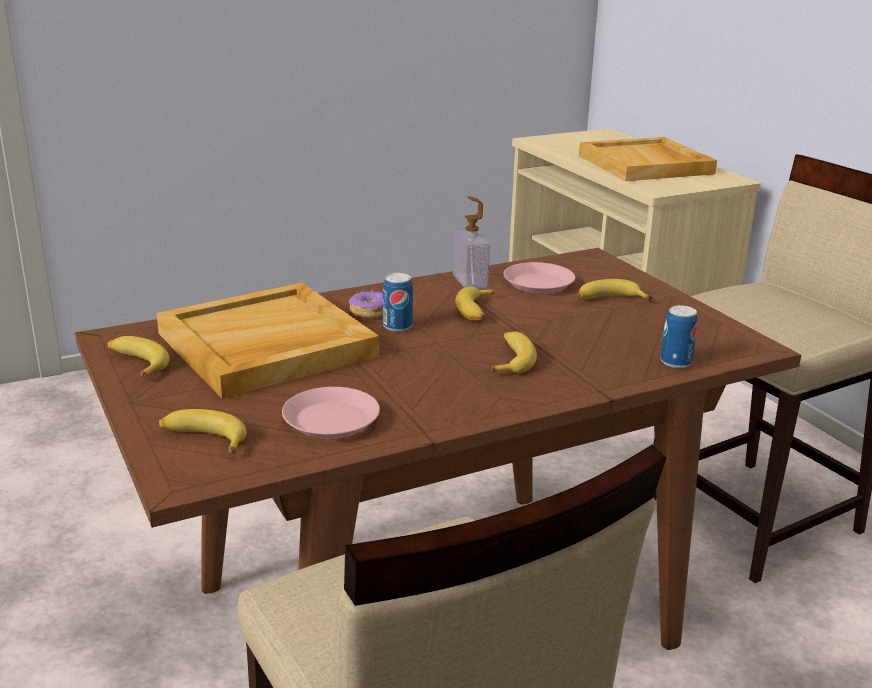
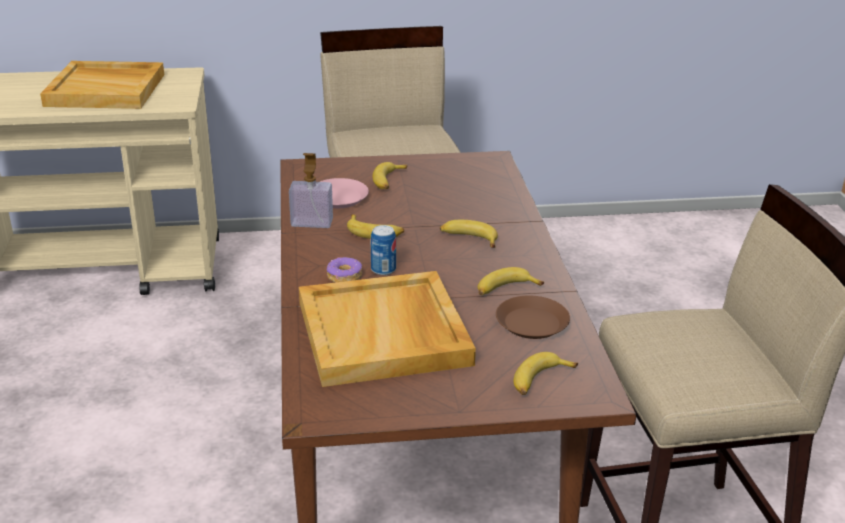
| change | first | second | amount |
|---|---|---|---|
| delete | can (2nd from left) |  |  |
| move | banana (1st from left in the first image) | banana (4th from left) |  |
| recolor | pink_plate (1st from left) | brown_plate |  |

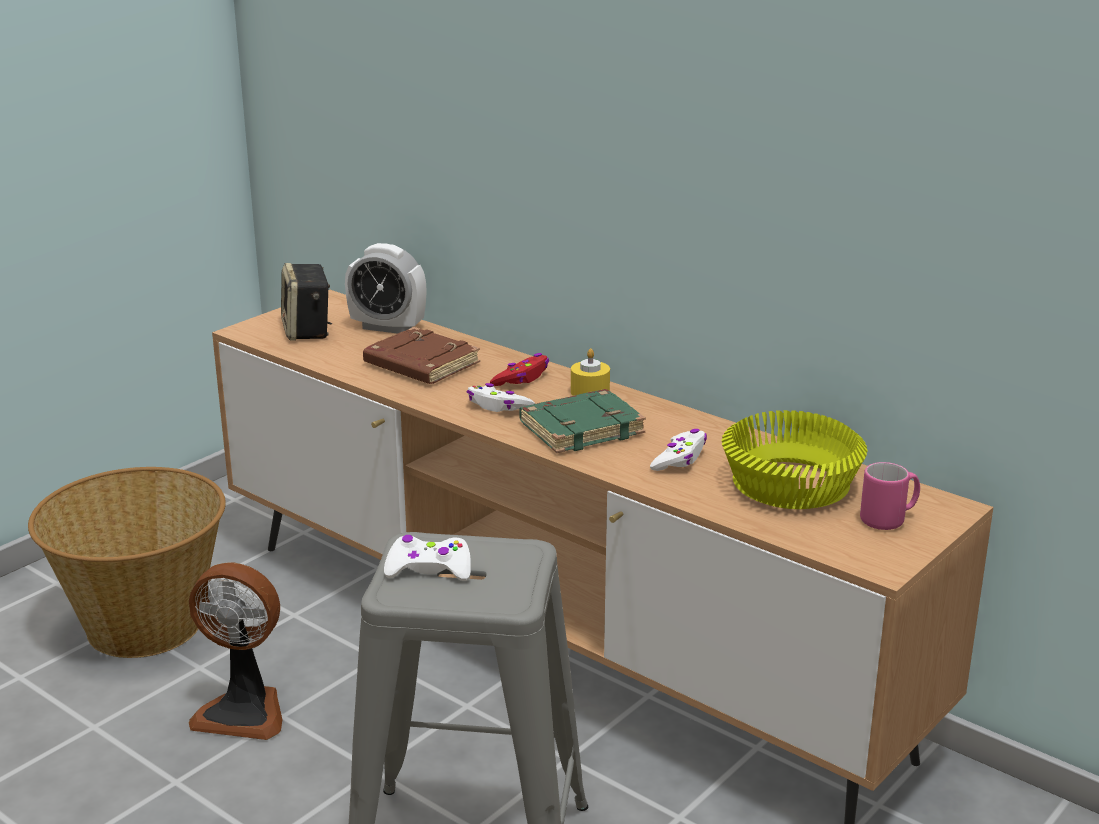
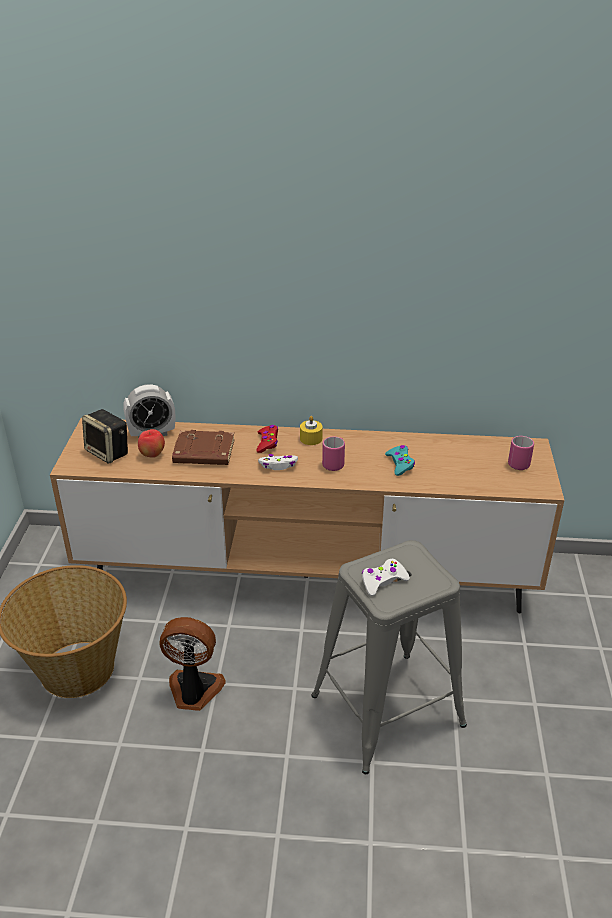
| change | first | second | amount |
|---|---|---|---|
| delete | yellow_bowl |  |  |
| insert |  | apple |  |
| replace | green_book | pink_mug (1st from left) |  |
| recolor | white_game_controller (3rd from left) | turquoise_game_controller |  |
| rotate | fan |  | 150 degrees counterclockwise |

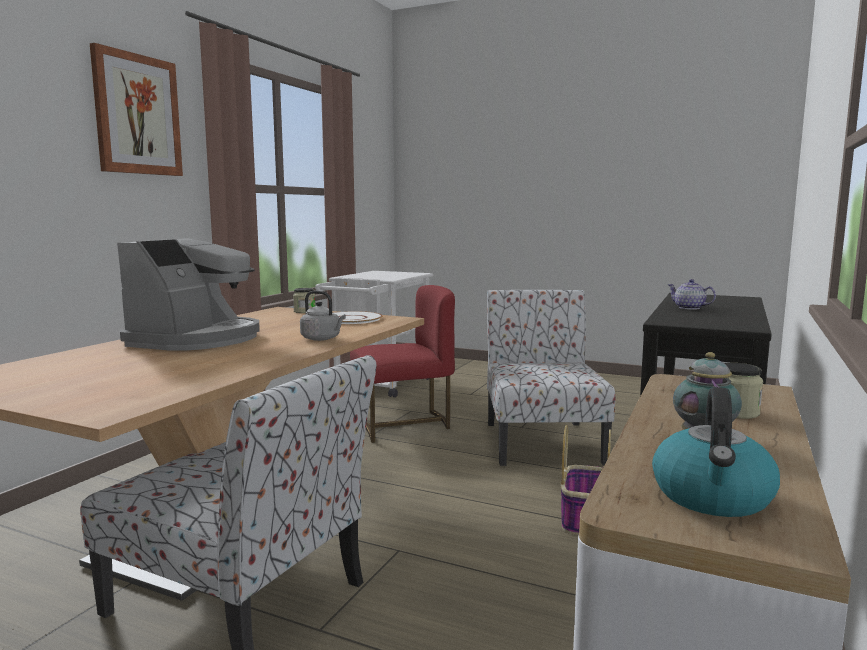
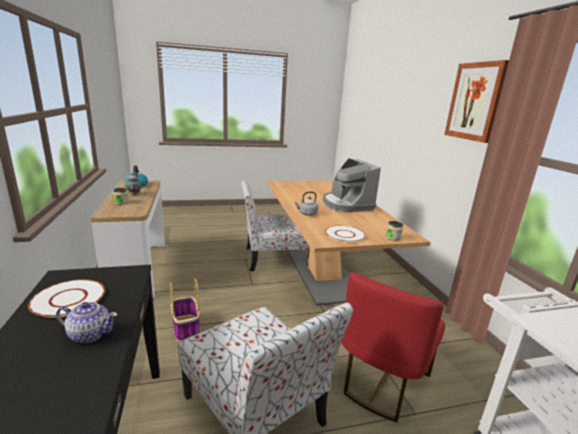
| change | first | second | amount |
|---|---|---|---|
| insert |  | white_plate (1st from left) |  |

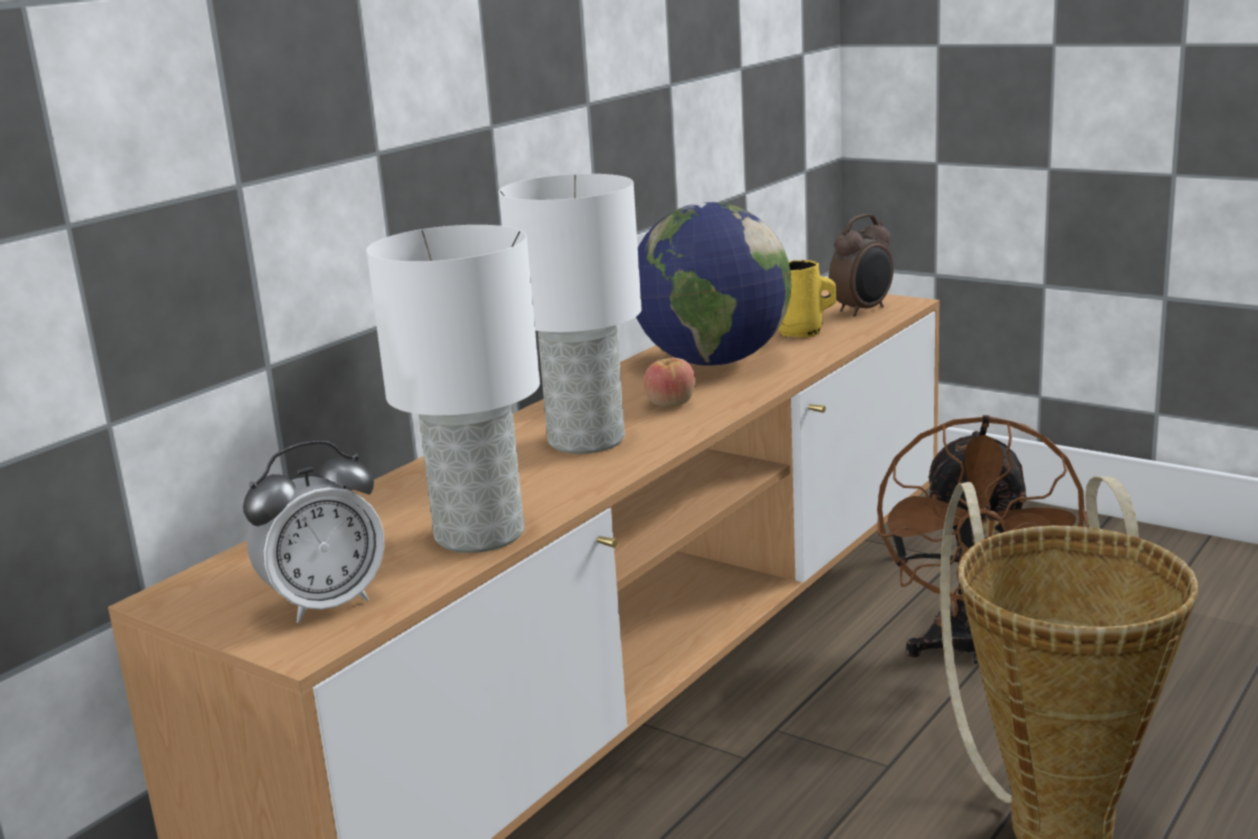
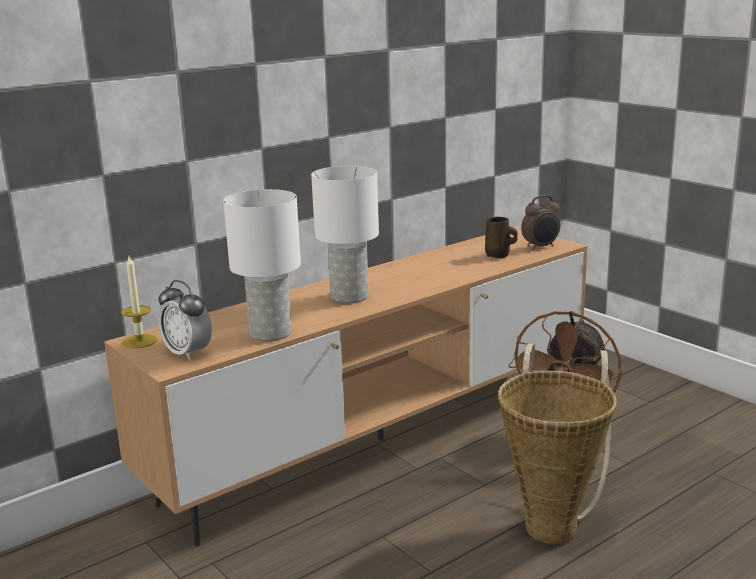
| change | first | second | amount |
|---|---|---|---|
| delete | globe |  |  |
| delete | apple |  |  |
| insert |  | candle |  |
| recolor | yellow_mug | brown_mug |  |
| rotate | alarm_clock (1st from left) |  | 60 degrees clockwise |

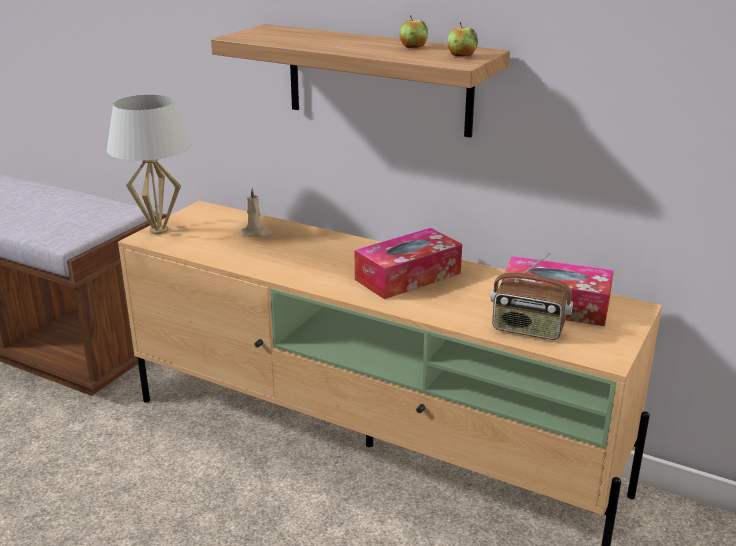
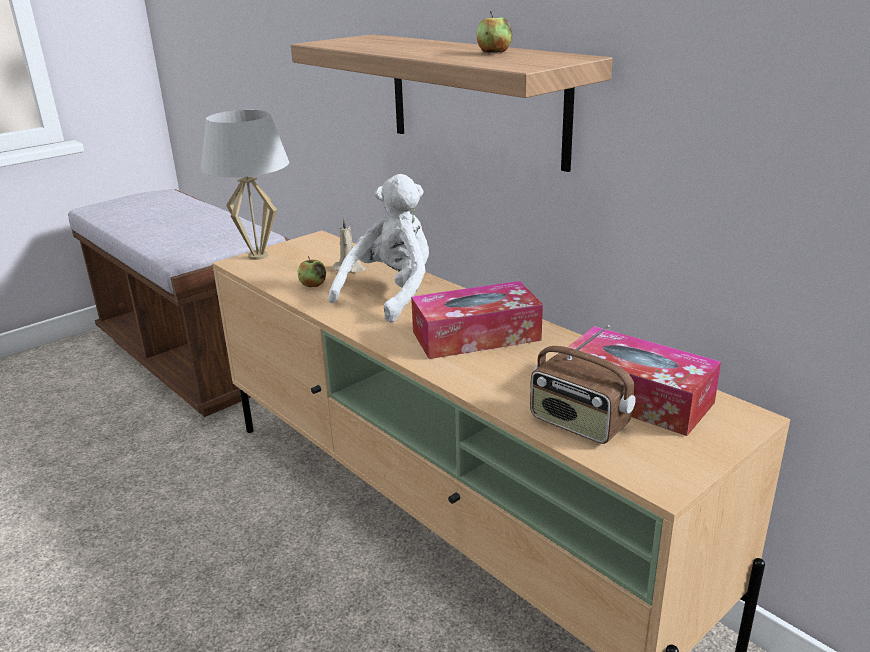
| change | first | second | amount |
|---|---|---|---|
| insert |  | white_plush_toy |  |
| move | apple (2nd from left in the first image) | apple (1st from left) |  |

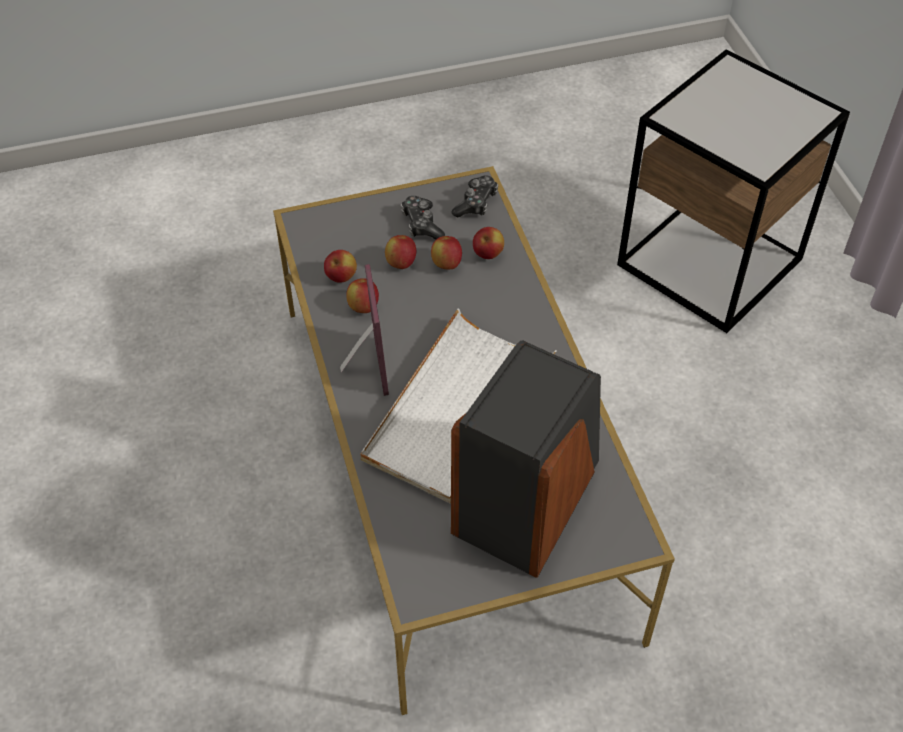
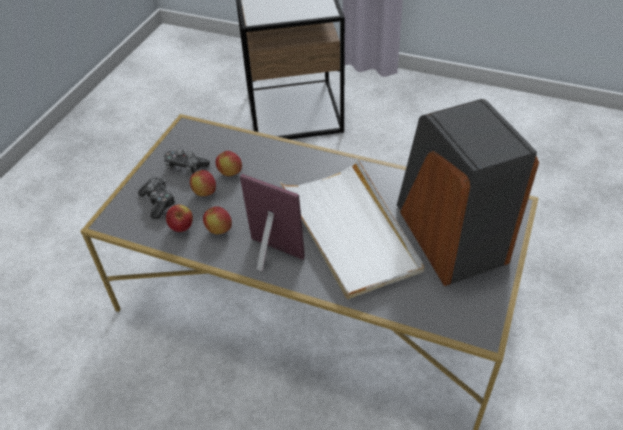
| change | first | second | amount |
|---|---|---|---|
| delete | apple (5th from left) |  |  |
| move | game_controller (2nd from left in the first image) | game_controller (1st from left) |  |

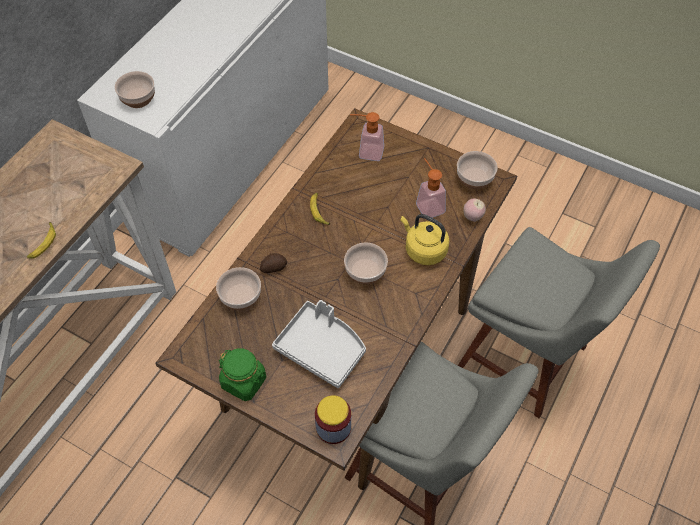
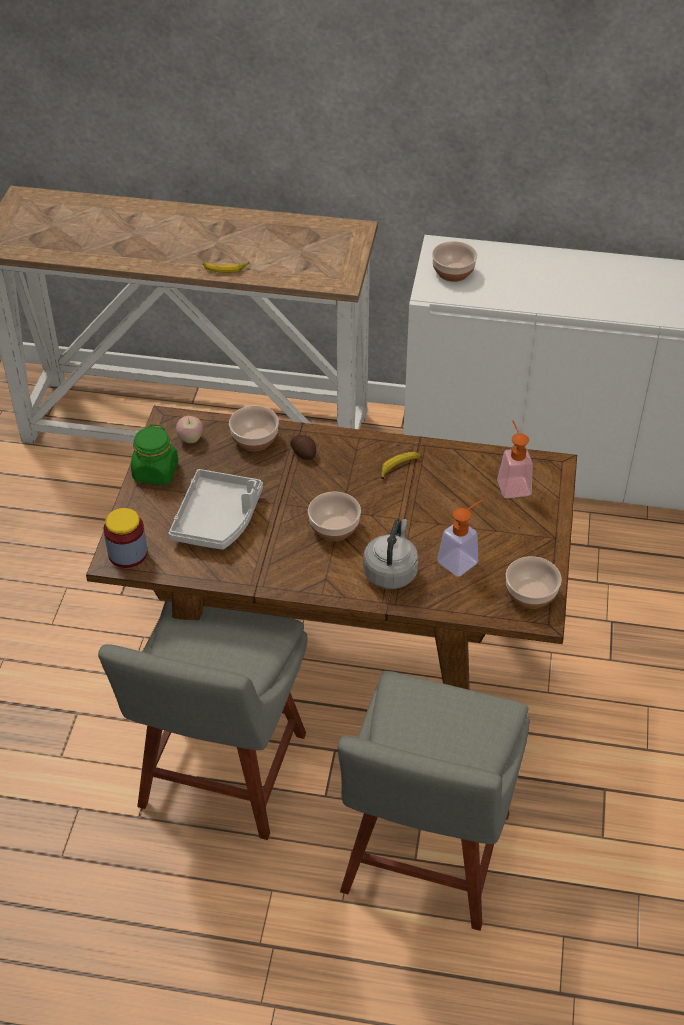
| change | first | second | amount |
|---|---|---|---|
| move | apple |  |  |
| recolor | yellow_kettle | grey_kettle |  |

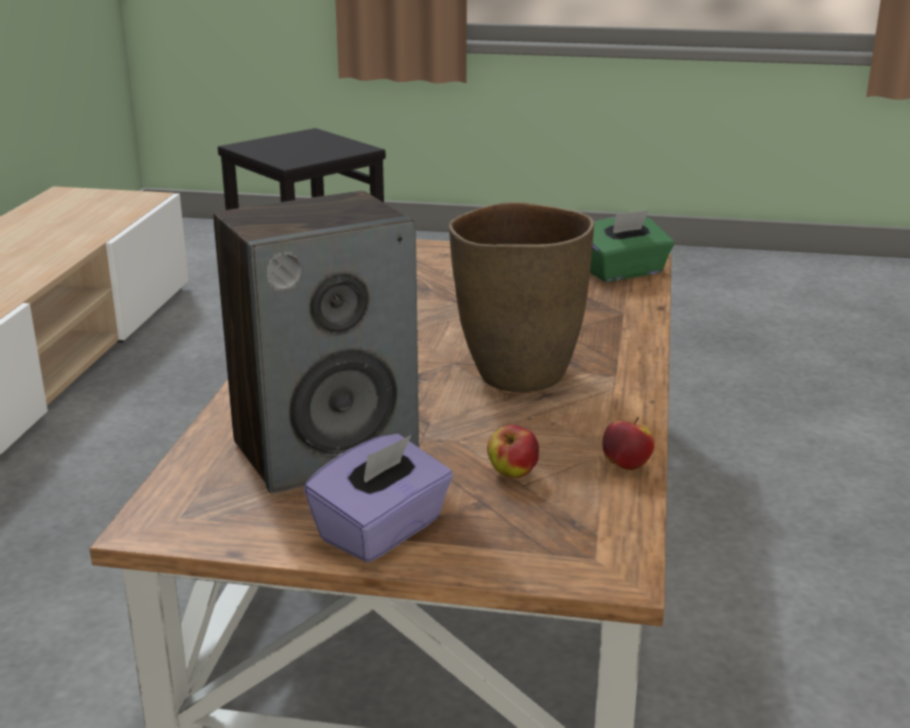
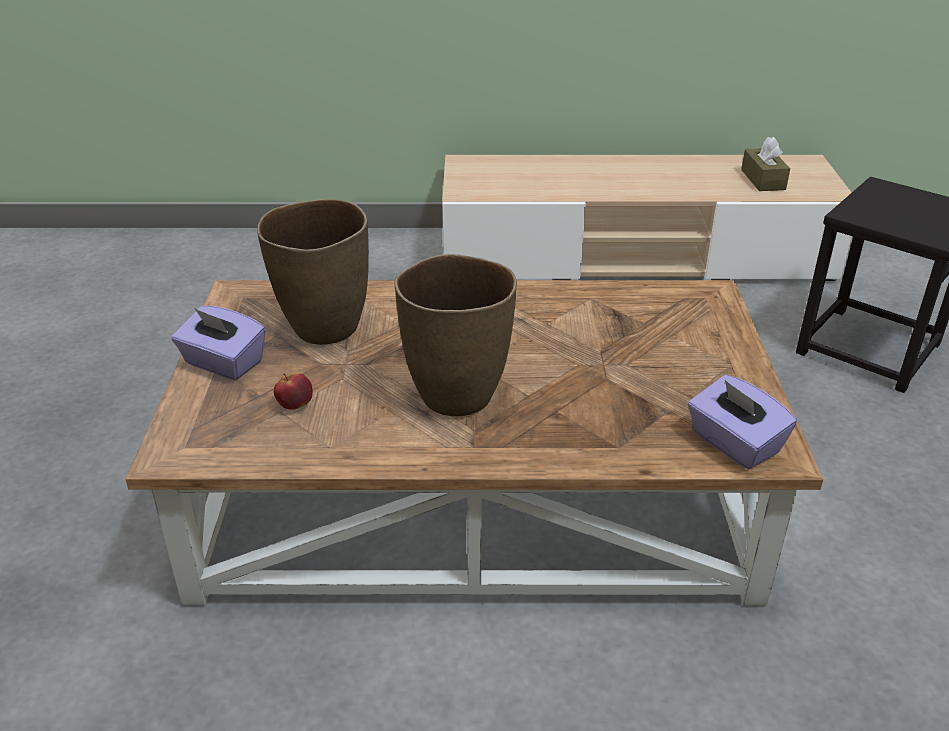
| change | first | second | amount |
|---|---|---|---|
| delete | apple (2nd from left) |  |  |
| insert |  | brown_tissue_box |  |
| replace | speaker | brown_vase (1st from left) |  |
| recolor | green_tissue_box | purple_tissue_box (2nd from left) |  |

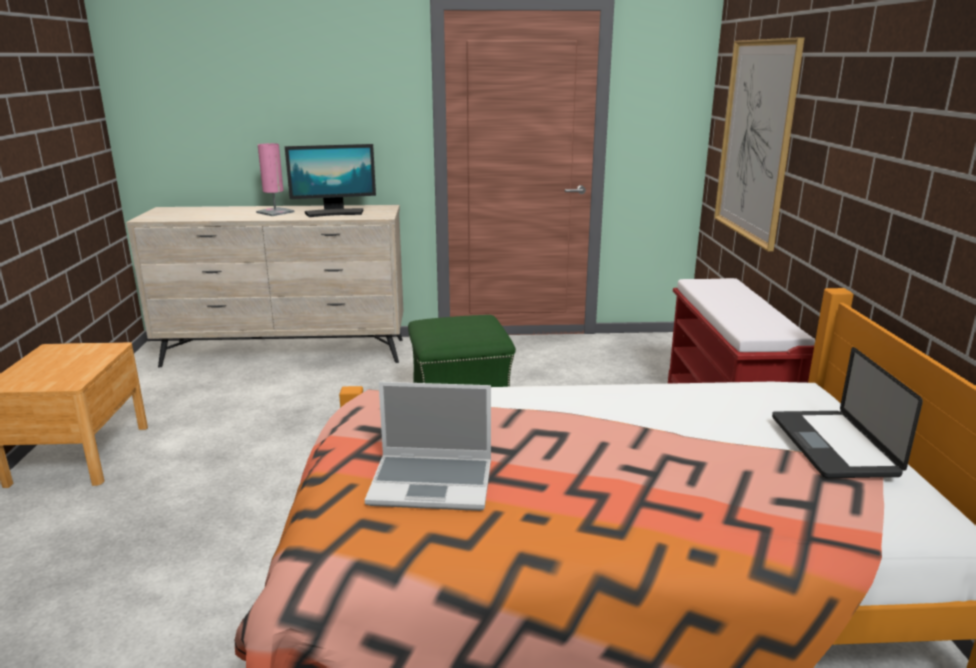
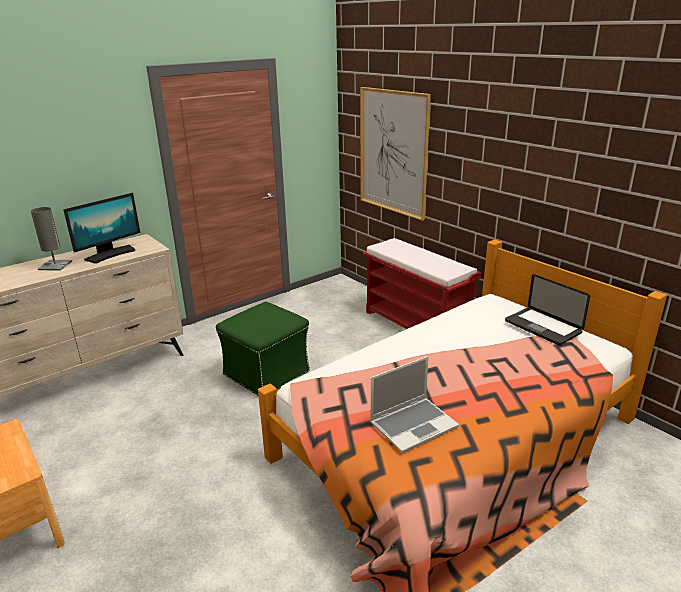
| change | first | second | amount |
|---|---|---|---|
| recolor | pink_table_lamp | grey_table_lamp |  |

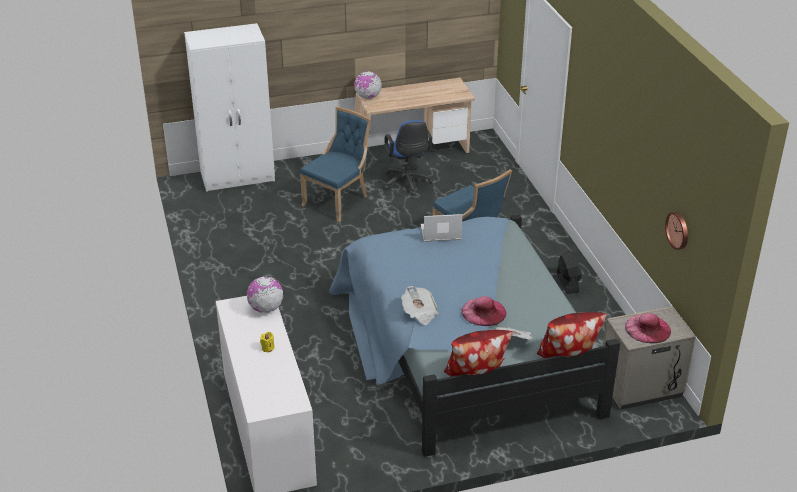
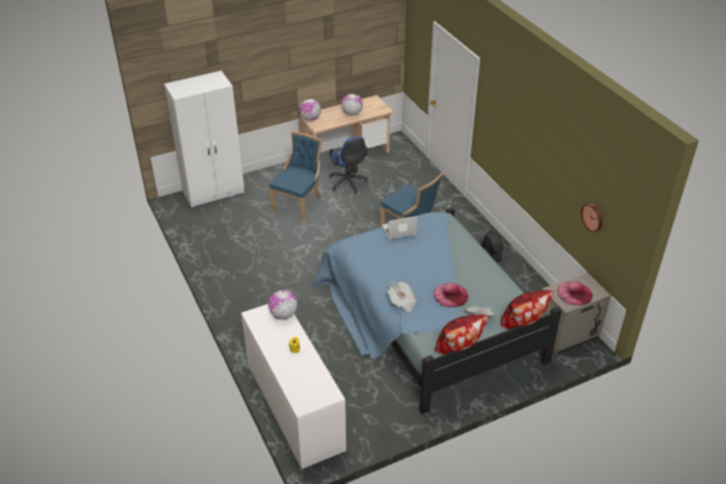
| change | first | second | amount |
|---|---|---|---|
| insert |  | globe (3rd from left) |  |

